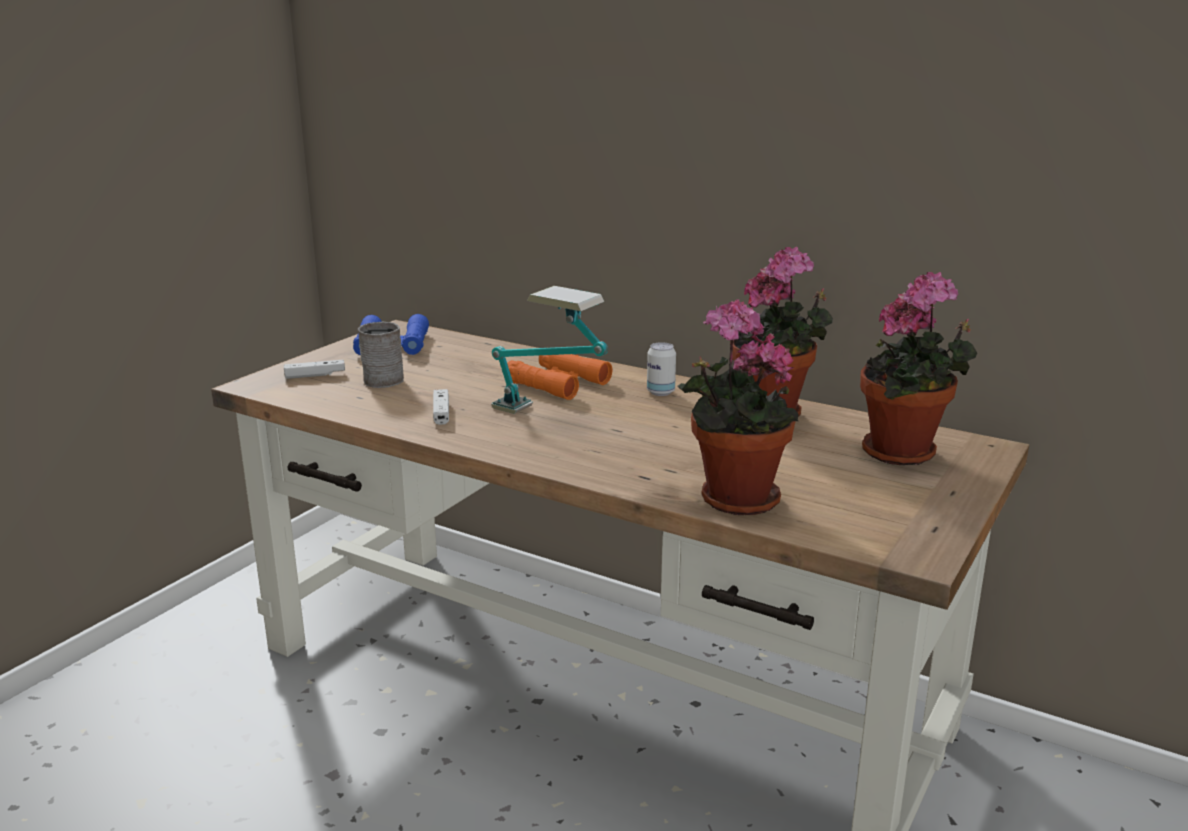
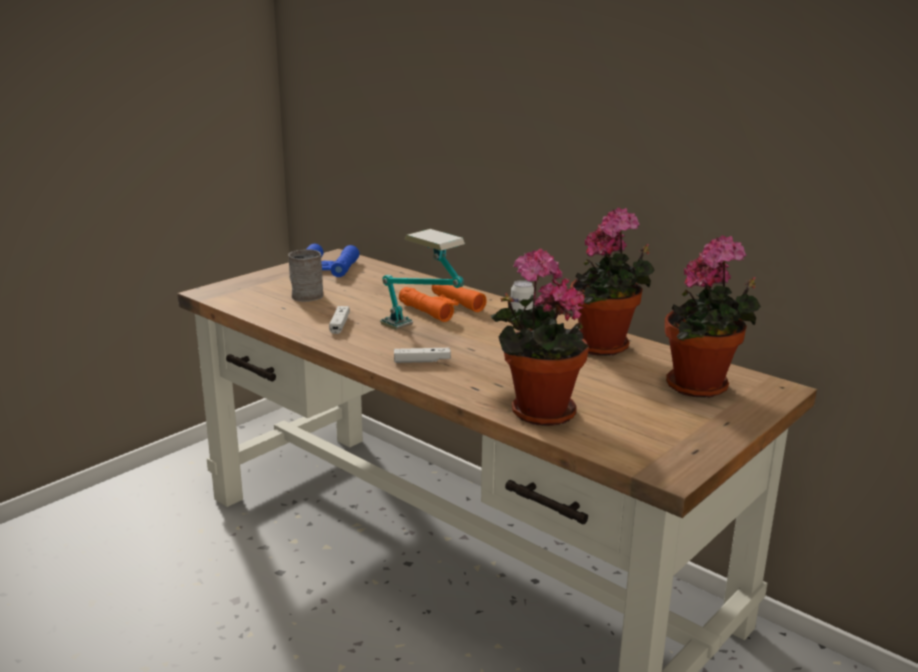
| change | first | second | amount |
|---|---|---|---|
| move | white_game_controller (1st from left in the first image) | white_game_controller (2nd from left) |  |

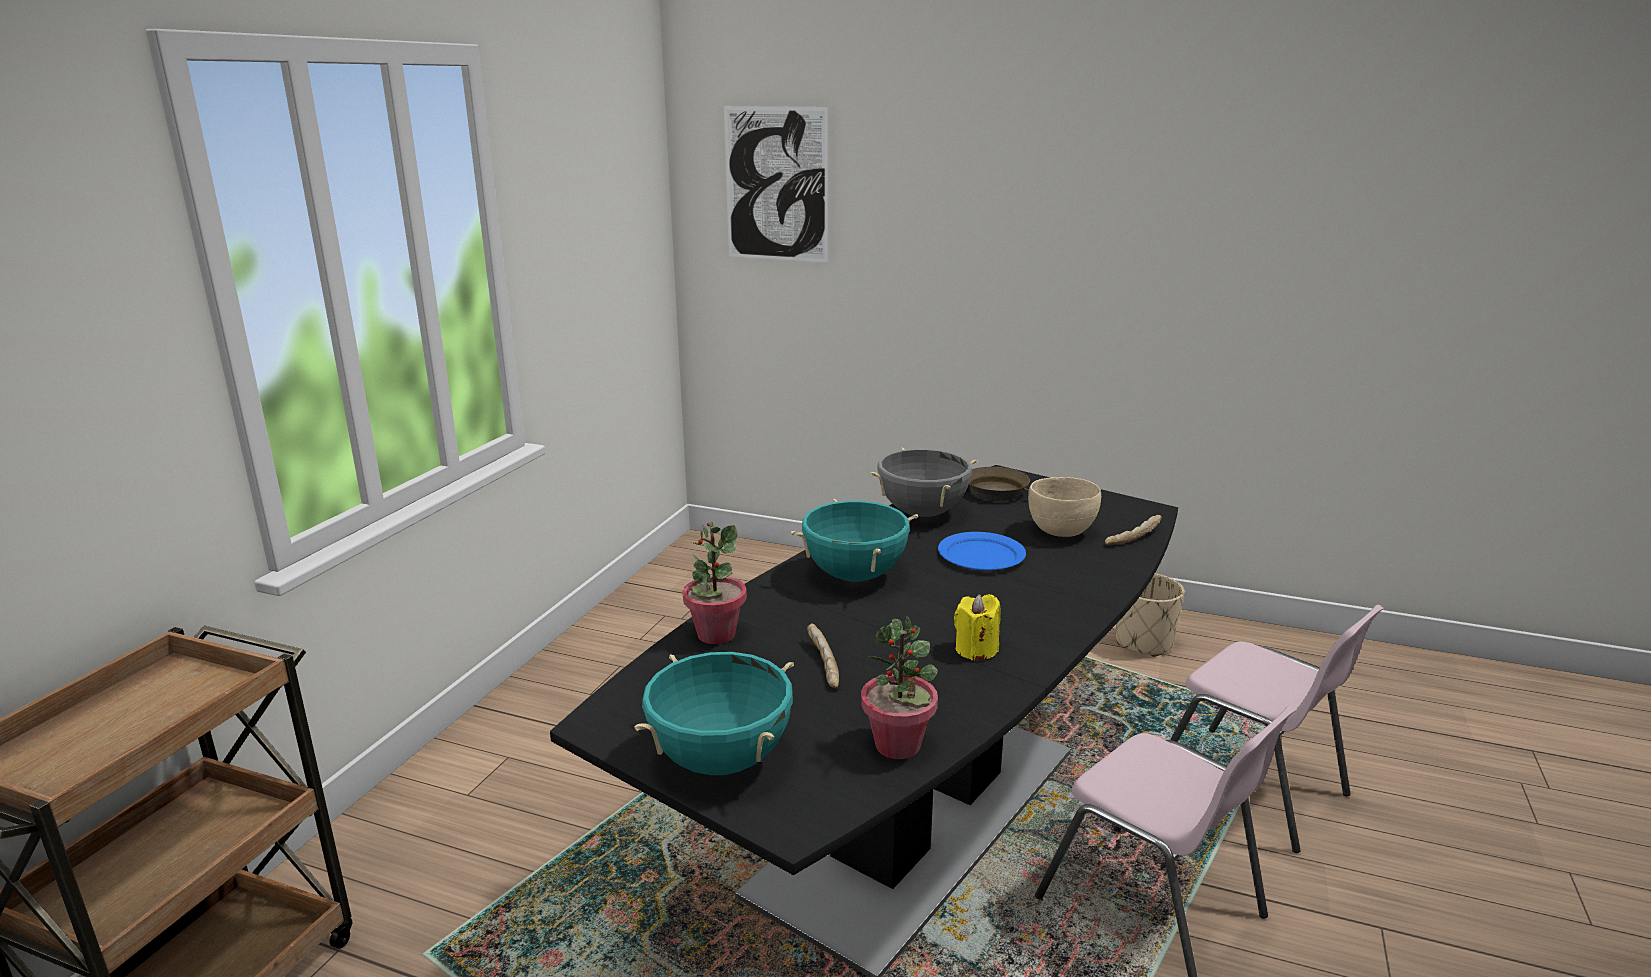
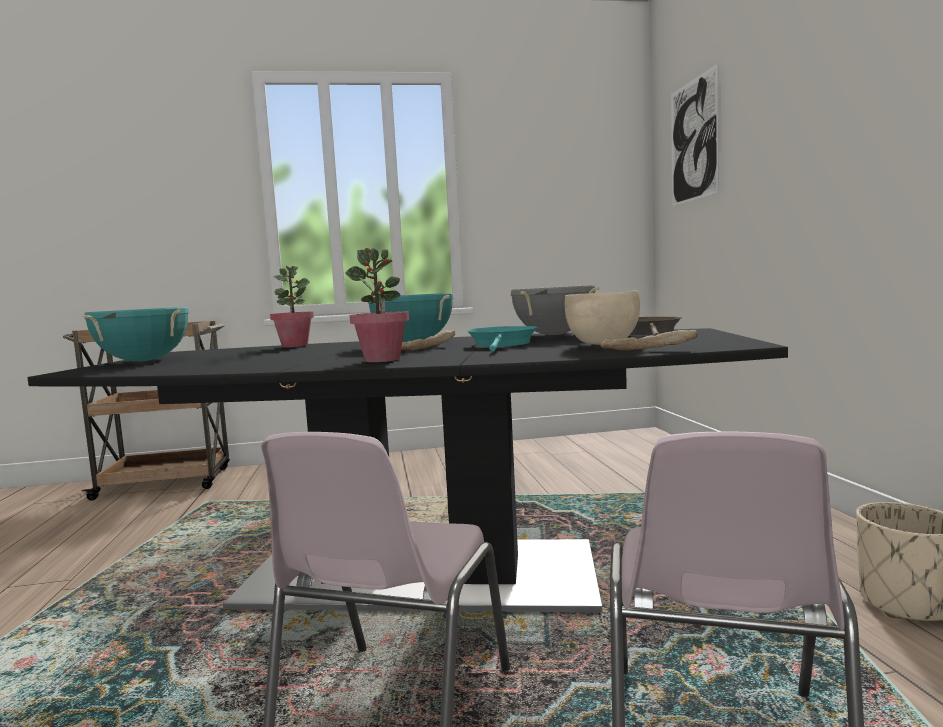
| change | first | second | amount |
|---|---|---|---|
| delete | yellow_candle |  |  |
| move | bread (1st from left) |  |  |
| move | potted_plant (2nd from left) |  |  |
| replace | blue_plate | turquoise_frying_pan |  |

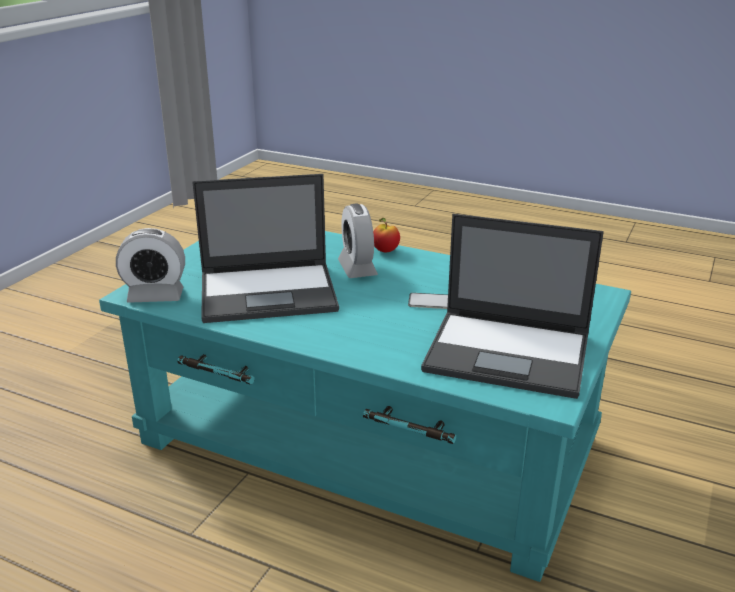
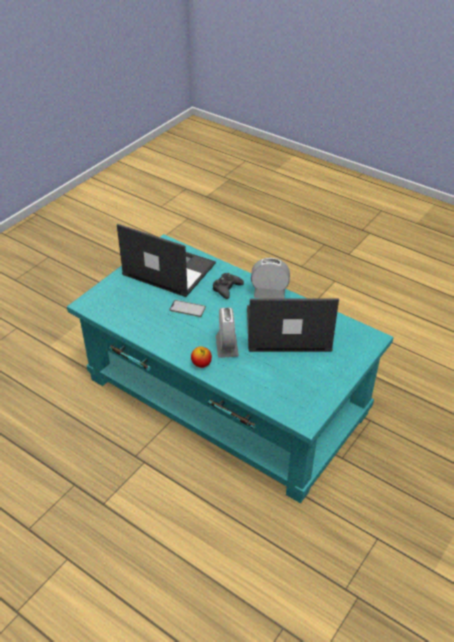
| change | first | second | amount |
|---|---|---|---|
| insert |  | black_game_controller |  |
| move | alarm_clock (1st from left in the first image) | alarm_clock (2nd from left) |  |

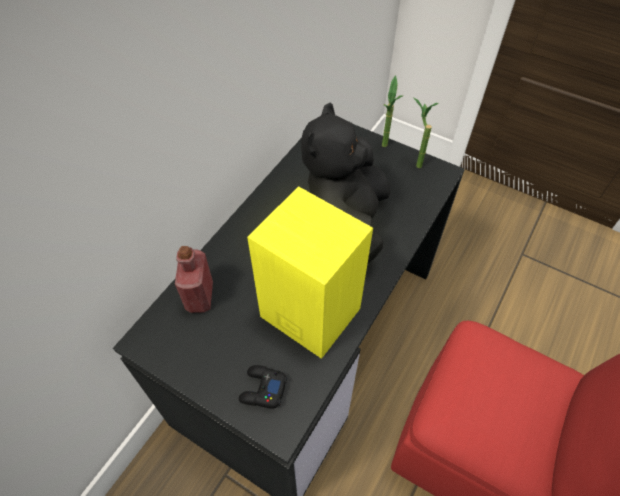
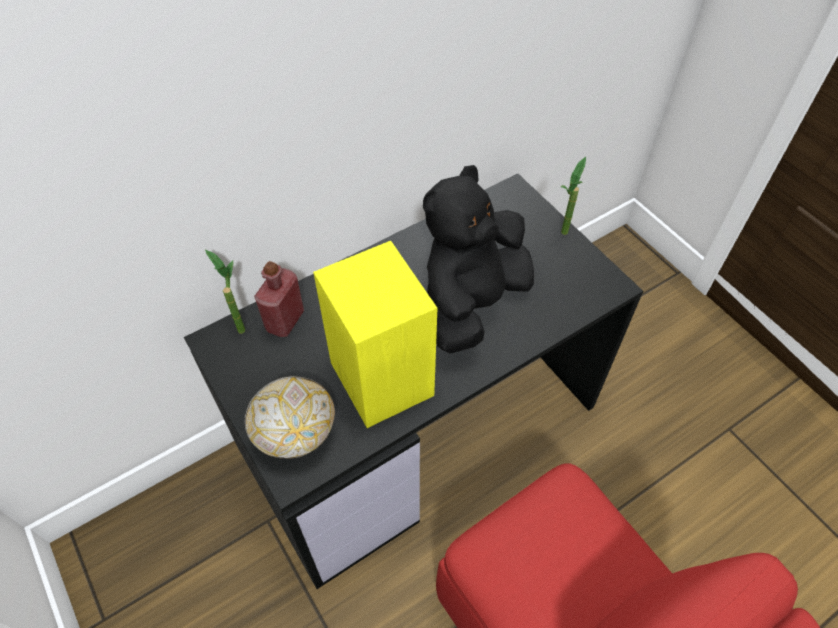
| change | first | second | amount |
|---|---|---|---|
| move | potted_plant (2nd from left in the first image) | potted_plant (1st from left) |  |
| replace | black_game_controller | bowl |  |

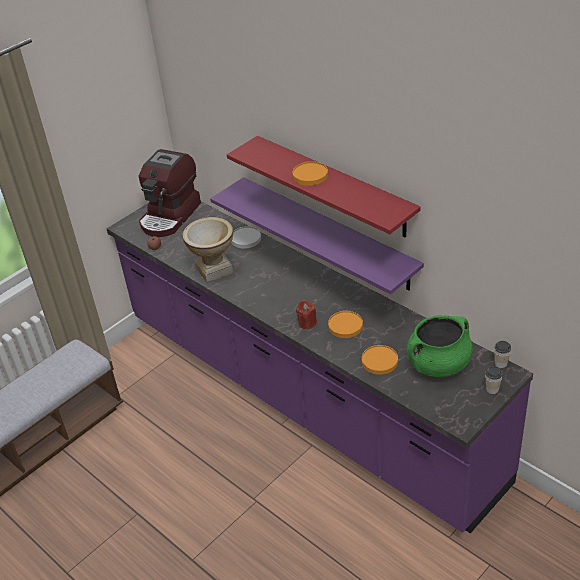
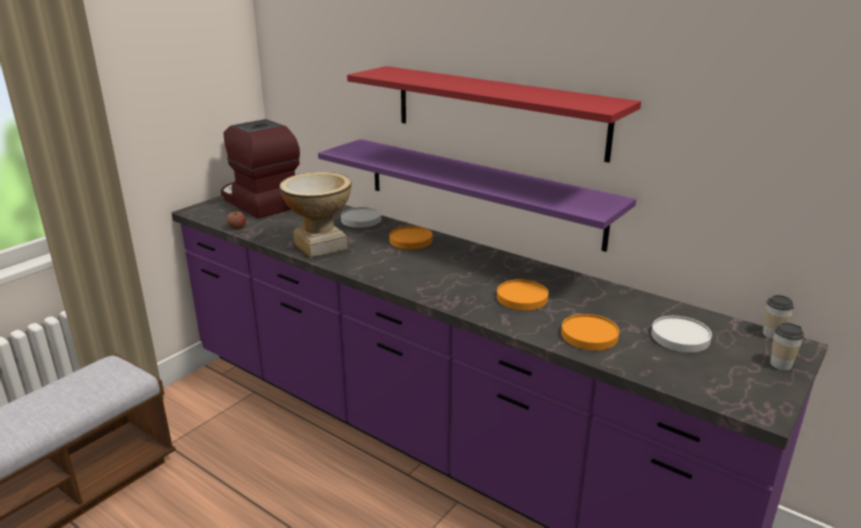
| change | first | second | amount |
|---|---|---|---|
| delete | red_candle |  |  |
| move | orange_plate (1st from left) |  |  |
| replace | green_cooking_pot | white_plate (2nd from left) |  |
| rotate | coffee_machine |  | 120 degrees clockwise |

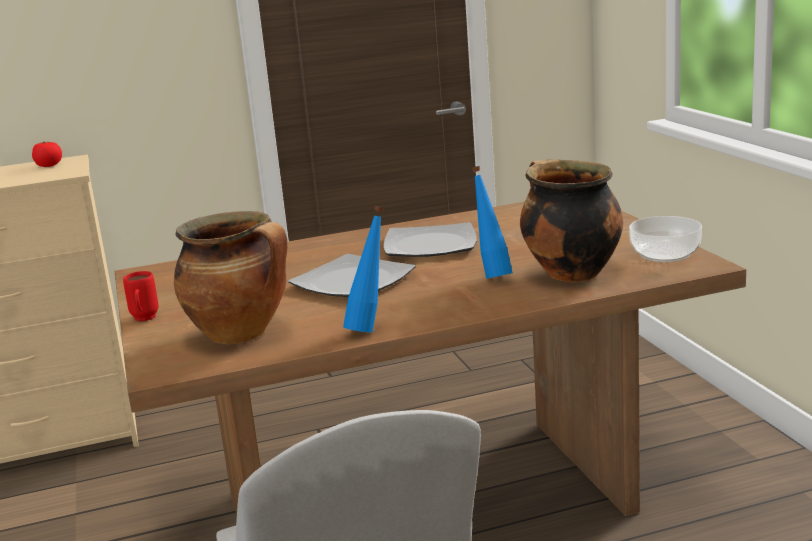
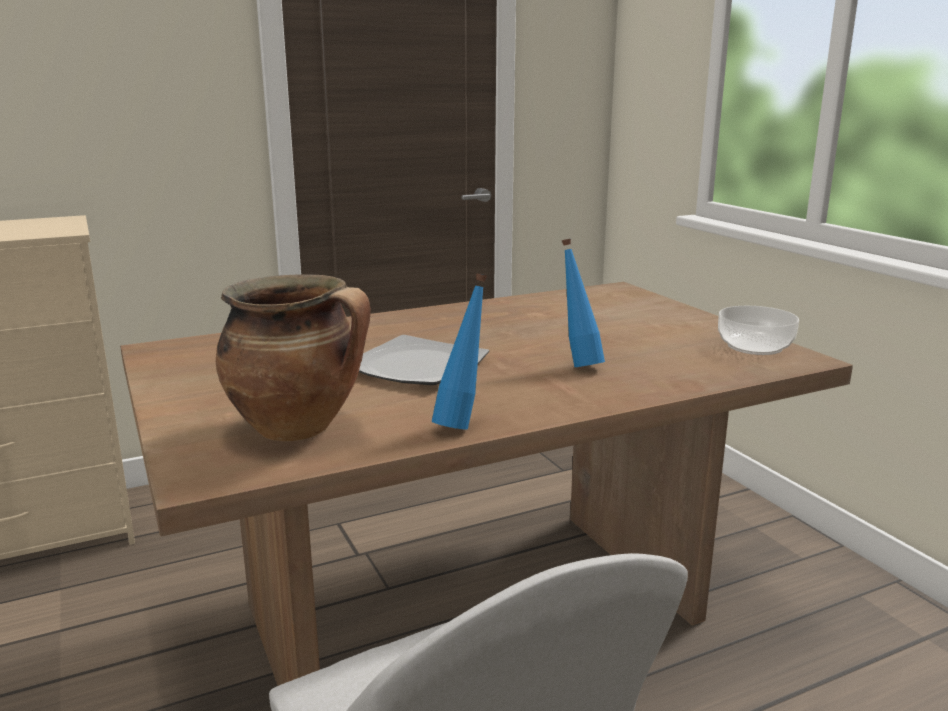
| change | first | second | amount |
|---|---|---|---|
| delete | tomato |  |  |
| delete | red_mug |  |  |
| delete | plate (2nd from left) |  |  |
| delete | cooking_pot (2nd from left) |  |  |

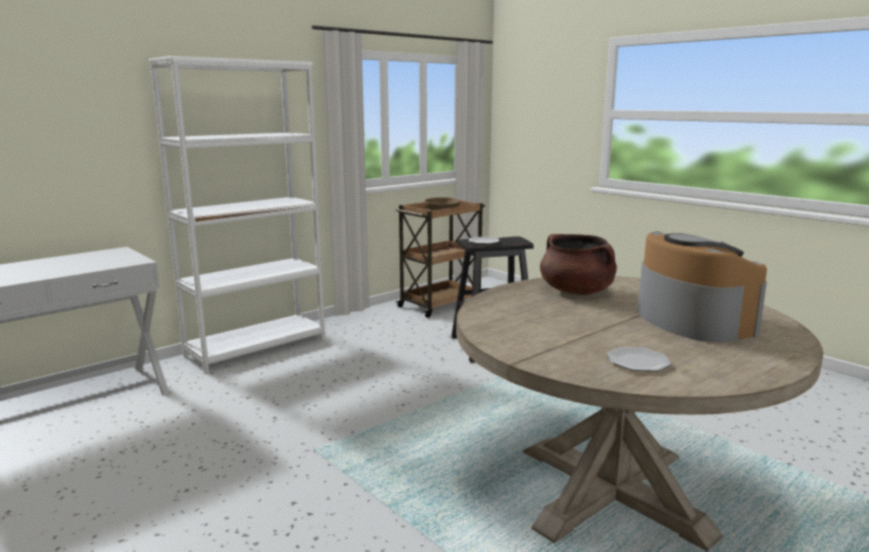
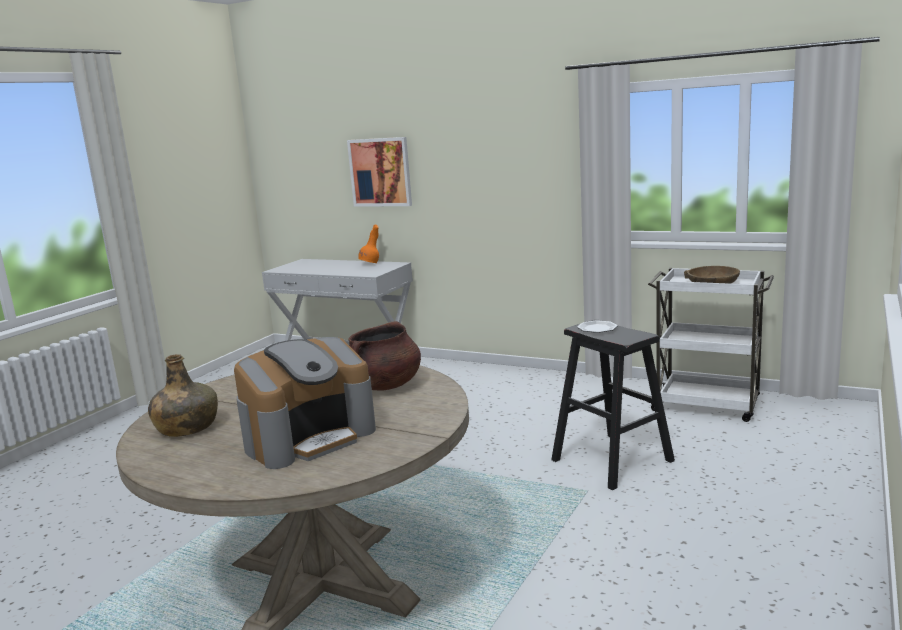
| change | first | second | amount |
|---|---|---|---|
| delete | white_bookcase |  |  |
| insert |  | picture |  |
| insert |  | orange_vase |  |
| replace | plate (2nd from left) | green_bottle |  |
| recolor | brown_cart | white_cart |  |

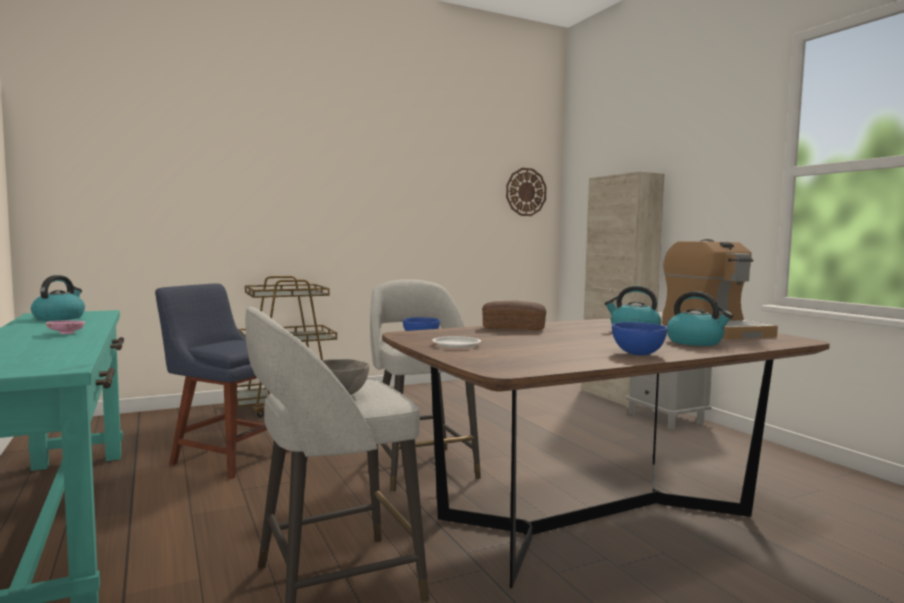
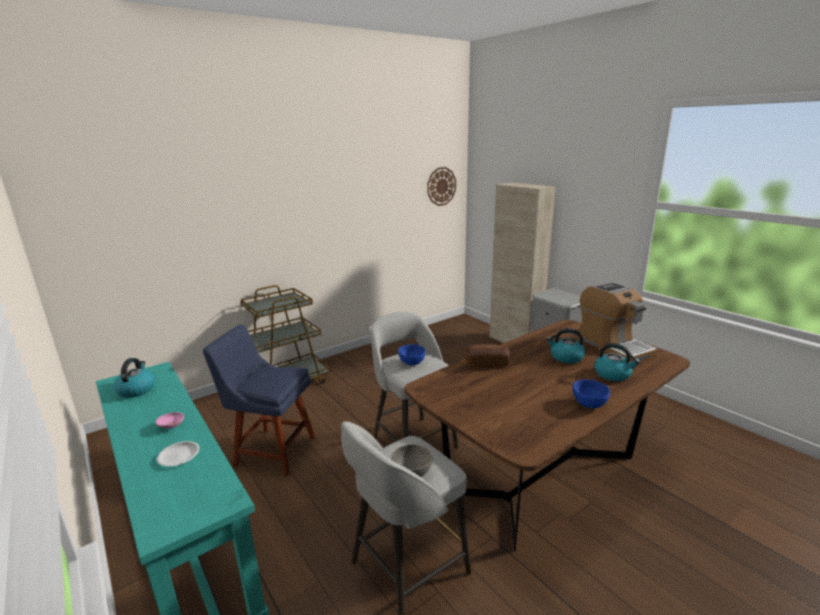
| change | first | second | amount |
|---|---|---|---|
| move | white_plate |  |  |

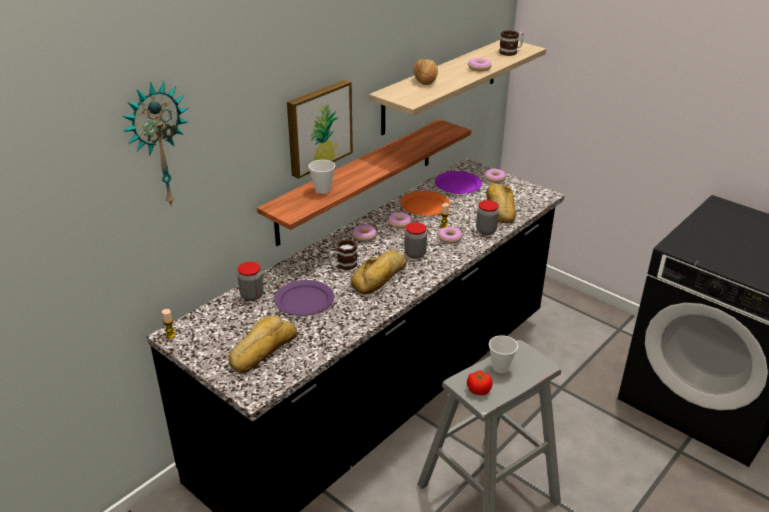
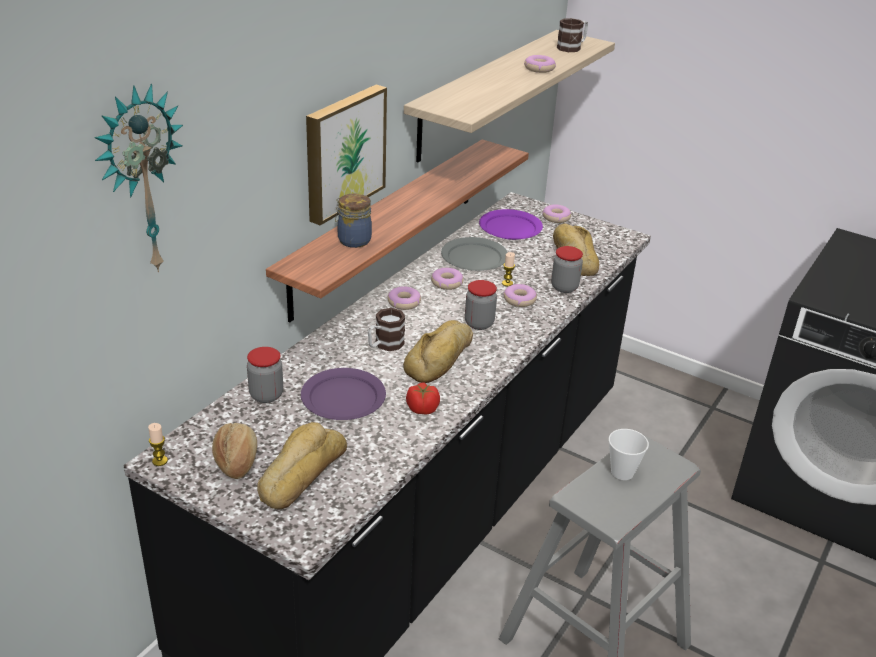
| change | first | second | amount |
|---|---|---|---|
| move | bread (3rd from left in the first image) | bread (1st from left) |  |
| move | tomato |  |  |
| replace | cup (1st from left) | jar (2nd from left) |  |
| recolor | orange_plate | grey_plate |  |

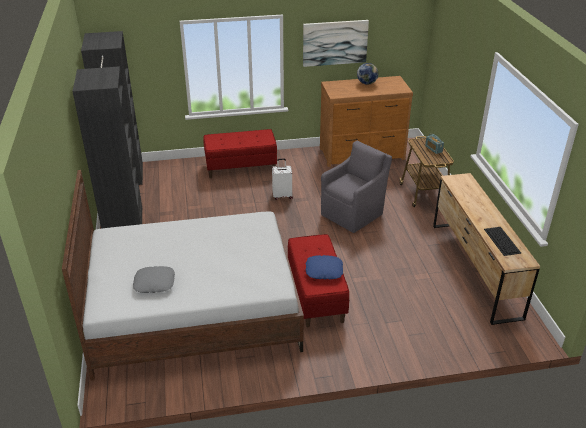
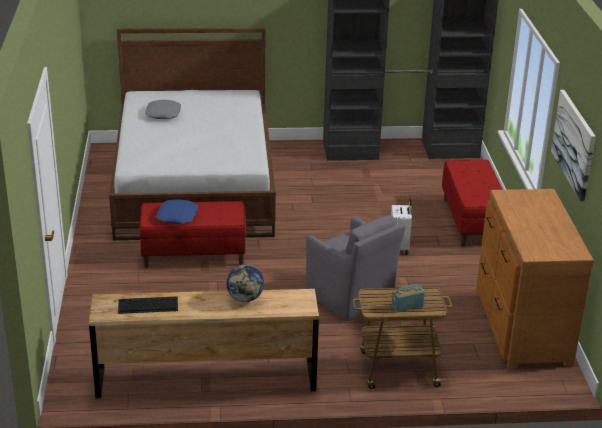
| change | first | second | amount |
|---|---|---|---|
| move | globe |  |  |

